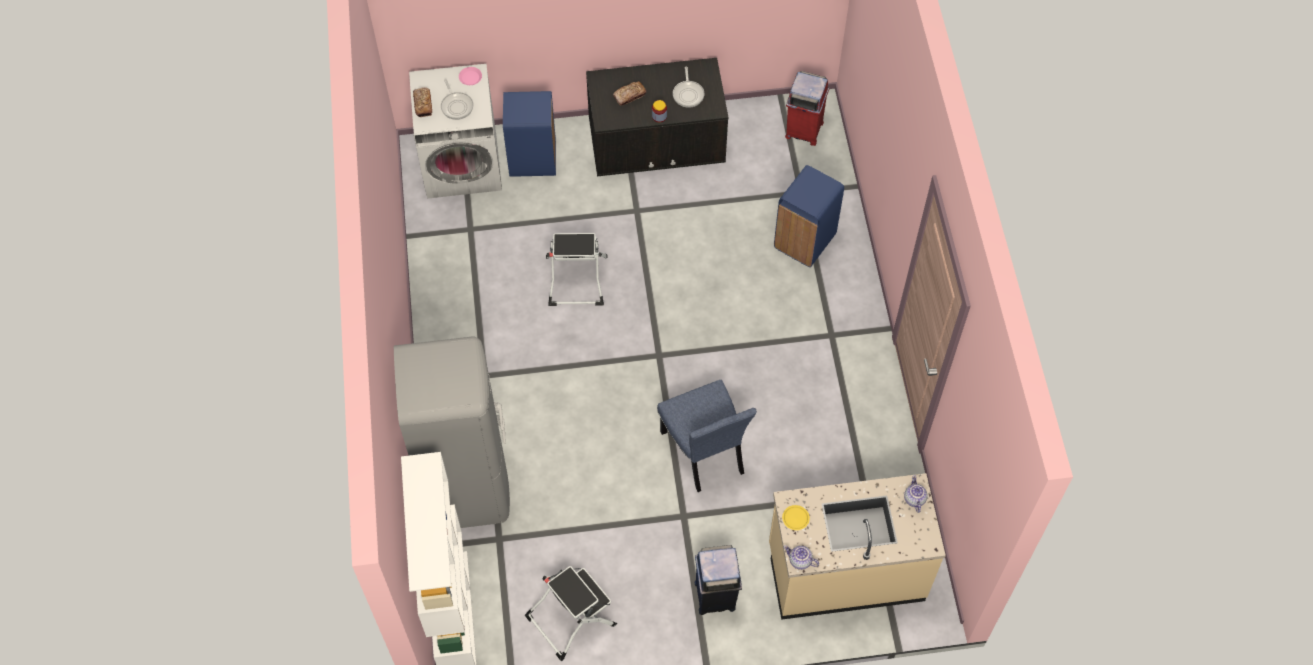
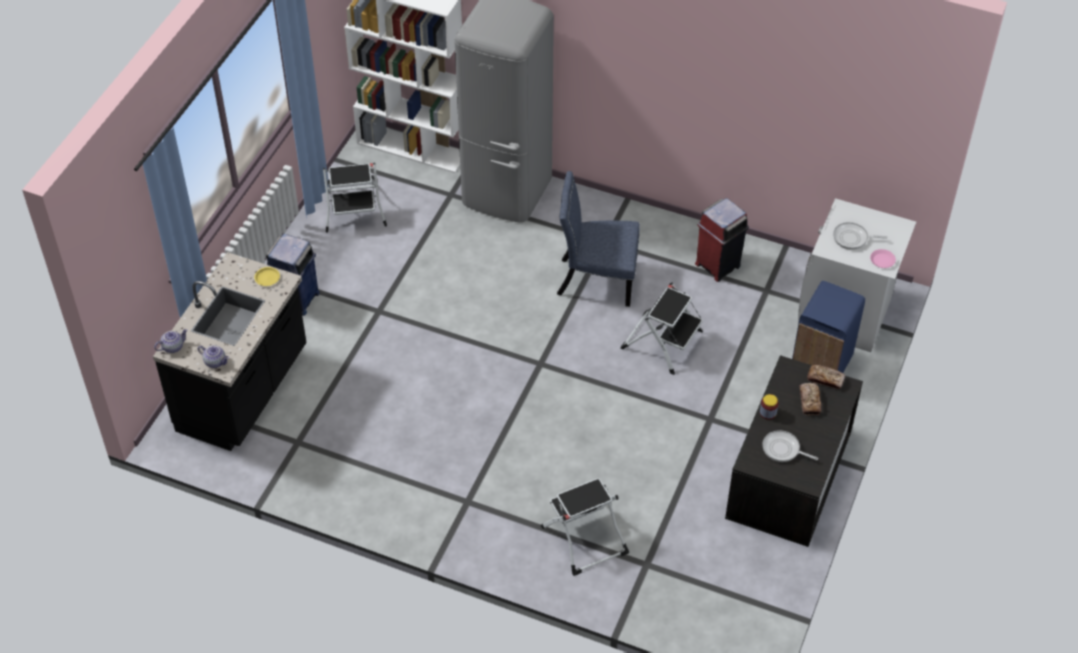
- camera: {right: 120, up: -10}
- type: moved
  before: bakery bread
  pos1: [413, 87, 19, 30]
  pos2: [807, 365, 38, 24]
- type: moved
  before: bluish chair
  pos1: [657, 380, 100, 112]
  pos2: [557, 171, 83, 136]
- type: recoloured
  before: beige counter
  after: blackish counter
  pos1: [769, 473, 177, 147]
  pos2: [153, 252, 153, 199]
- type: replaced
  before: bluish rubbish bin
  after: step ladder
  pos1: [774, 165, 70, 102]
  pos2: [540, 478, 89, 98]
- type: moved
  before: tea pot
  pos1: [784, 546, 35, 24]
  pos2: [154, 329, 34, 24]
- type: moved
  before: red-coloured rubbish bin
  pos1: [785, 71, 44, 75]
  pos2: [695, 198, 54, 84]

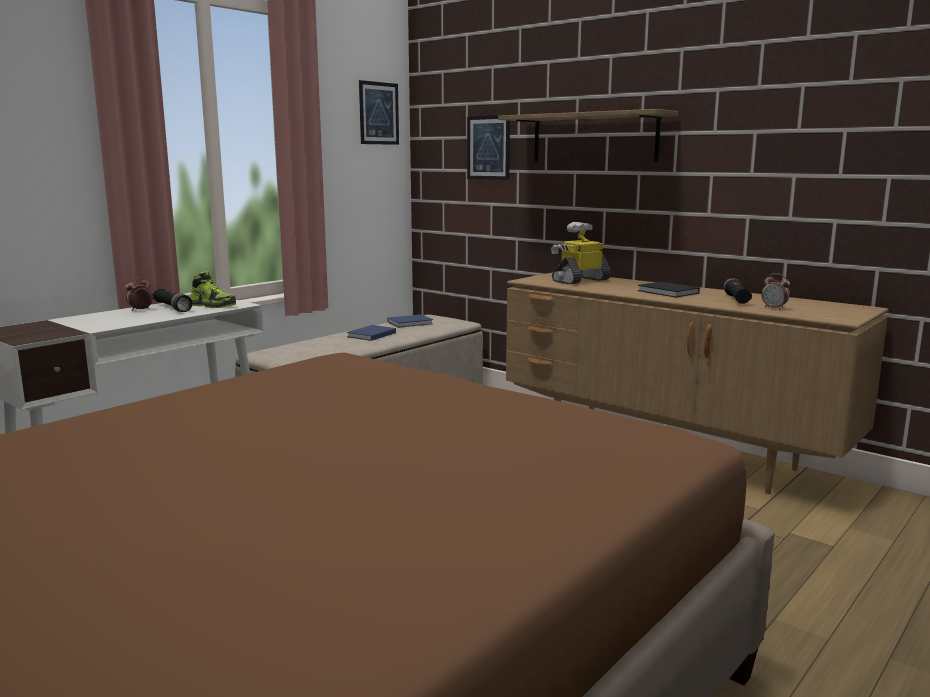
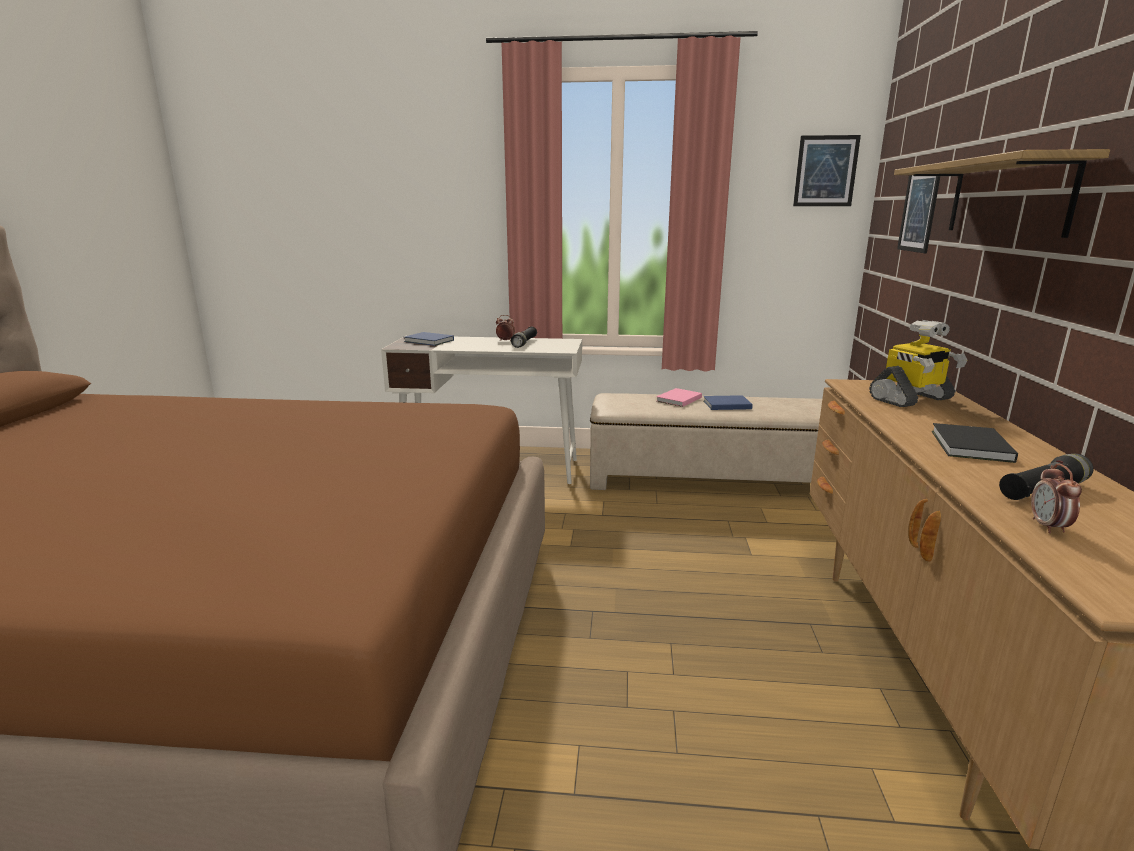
- camera: {right: 55, up: 5}
- type: removed
  before: shoe
  pos1: [191, 271, 45, 37]
- type: moved
  before: bluish volume
  pos1: [388, 314, 45, 14]
  pos2: [404, 332, 50, 14]
- type: turned
  before: robot figure
  pos1: [551, 222, 60, 62]
  pos2: [869, 320, 98, 87]
  turn: 135
- type: added
  after: pink-coloured volume
  pos2: [656, 388, 46, 19]

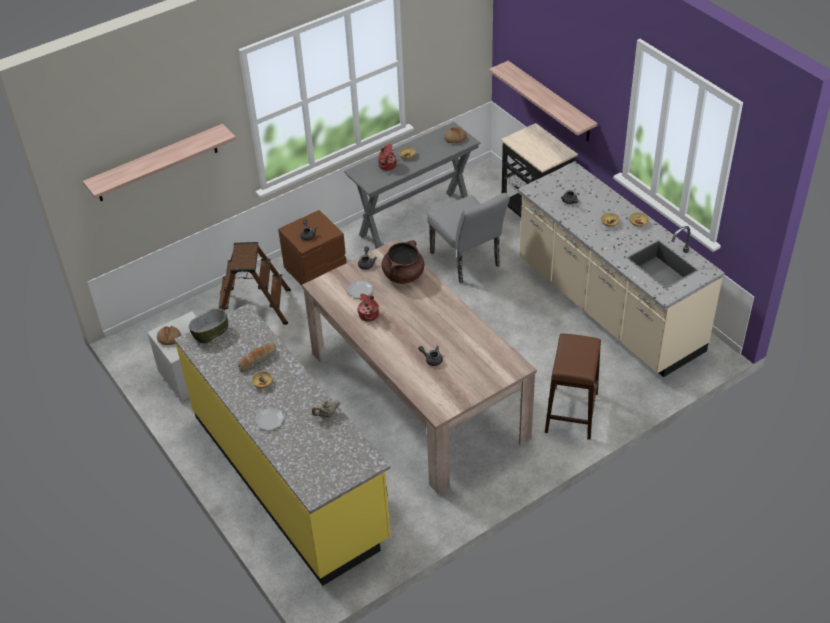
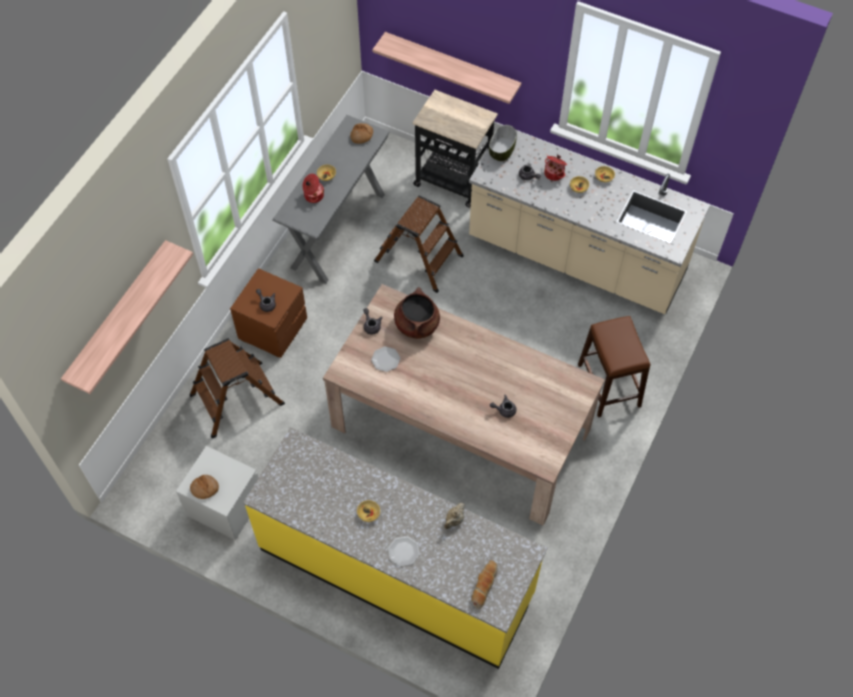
- camera: {right: -30, up: 15}
- type: moved
  before: serving bowl
  pos1: [189, 308, 39, 35]
  pos2: [489, 125, 28, 36]
- type: moved
  before: bakery bread
  pos1: [238, 343, 38, 29]
  pos2: [471, 560, 27, 49]
- type: moved
  before: saucepot
  pos1: [358, 294, 21, 28]
  pos2: [544, 155, 23, 26]
- type: replaced
  before: greyish chair
  after: brown-coloured step ladder
  pos1: [427, 193, 83, 90]
  pos2: [374, 195, 90, 98]

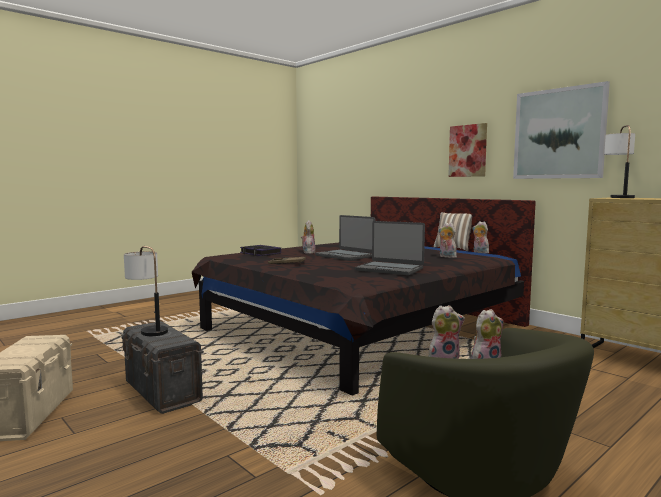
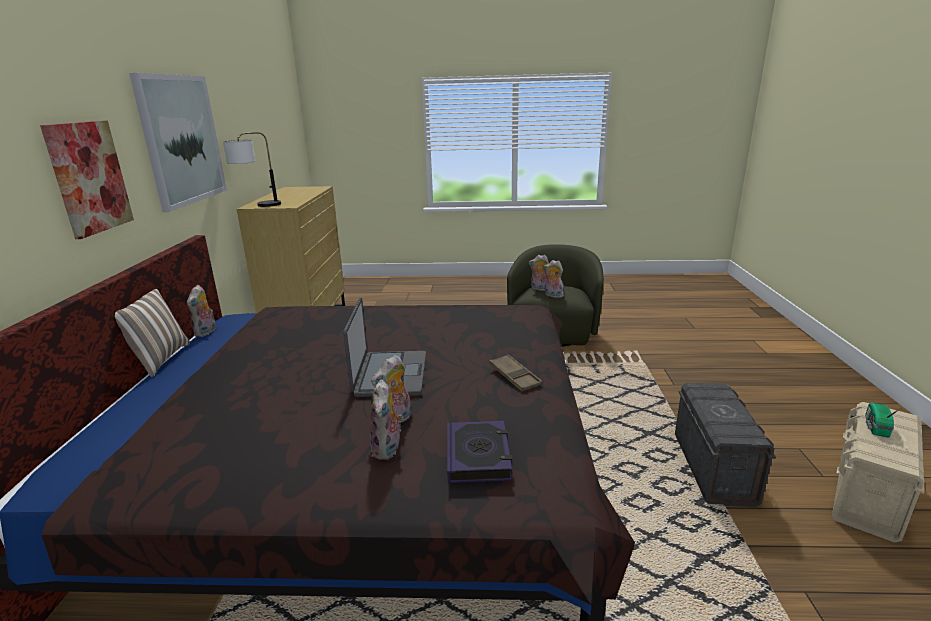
- camera: {right: -135, up: 15}
- type: removed
  before: tabletop lamp
  pos1: [124, 246, 44, 90]
- type: removed
  before: notebook computer
  pos1: [355, 221, 70, 54]
- type: moved
  before: cuddly toy
  pos1: [438, 223, 19, 35]
  pos2: [370, 379, 33, 81]
- type: added
  after: radio
  pos2: [865, 403, 36, 34]

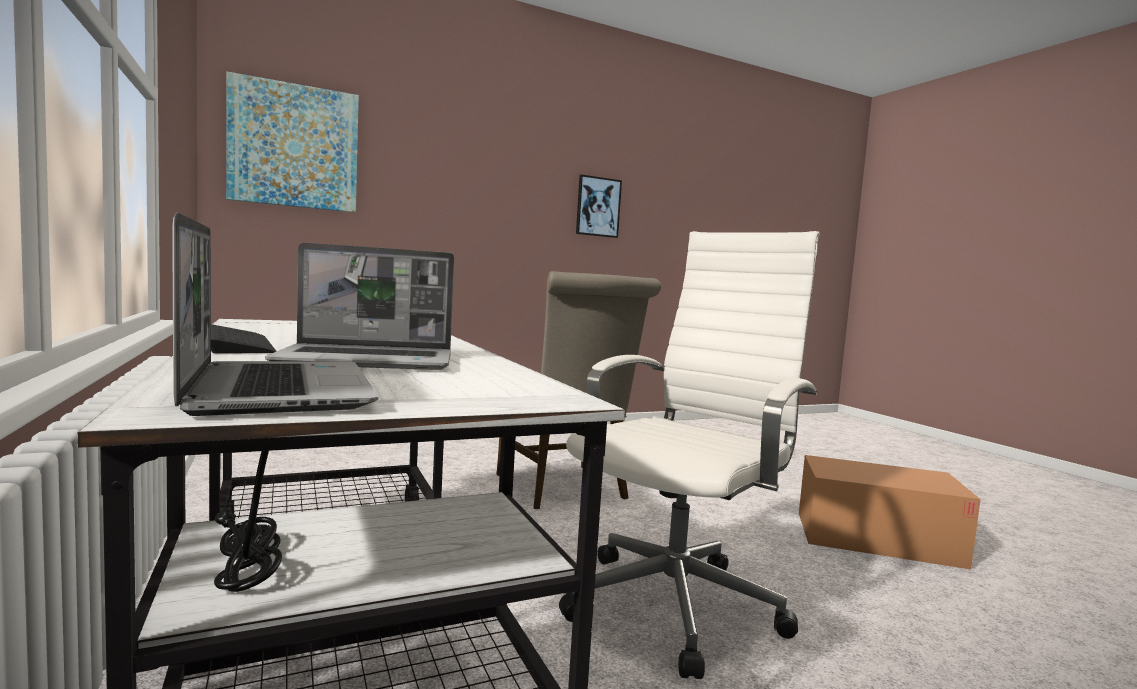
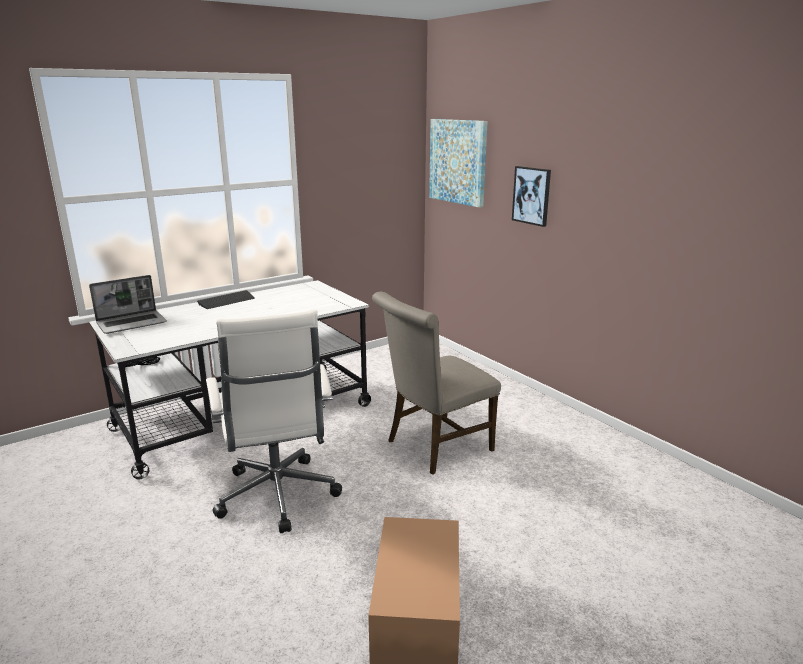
- camera: {right: 80, up: 15}
- type: removed
  before: notebook computer
  pos1: [265, 243, 189, 127]
- type: turned
  before: whitish office chair
  pos1: [559, 231, 261, 448]
  pos2: [206, 310, 136, 223]
  turn: 45
- type: moved
  before: wall picture
  pos1: [576, 174, 46, 64]
  pos2: [512, 166, 39, 61]

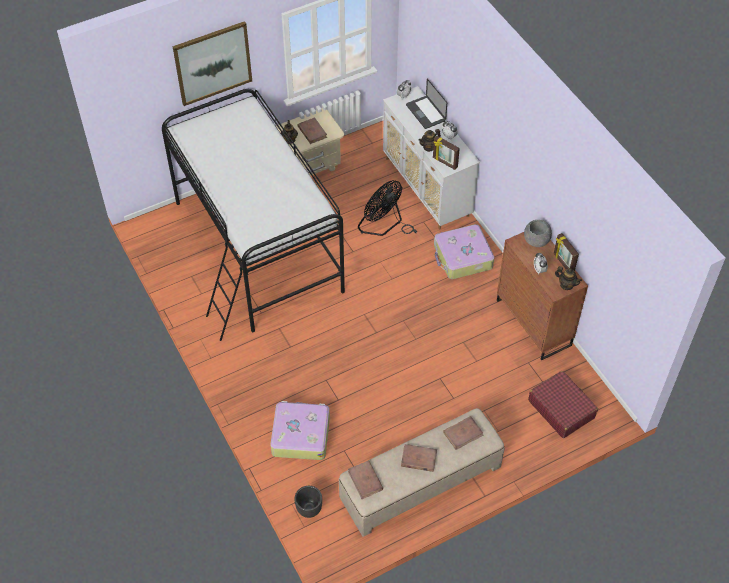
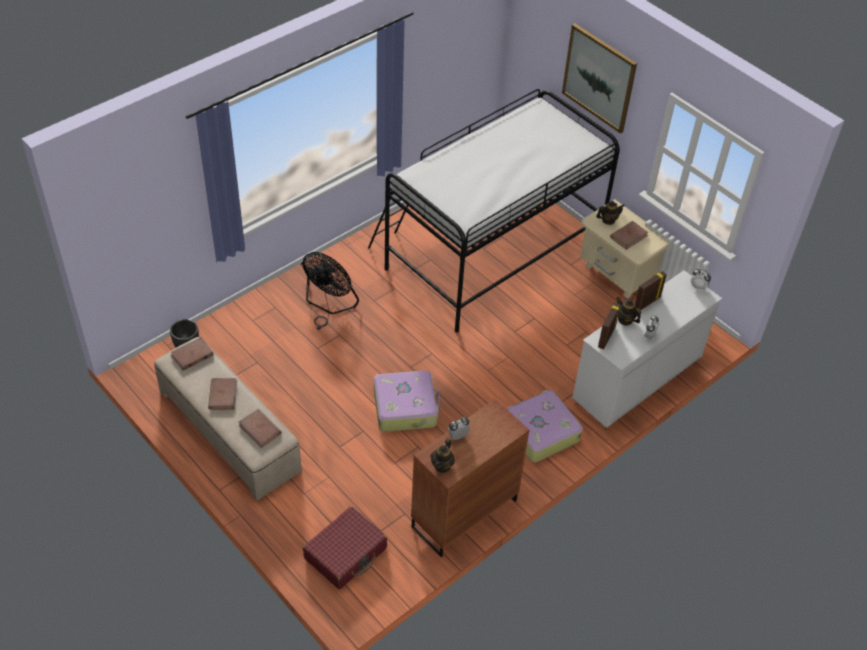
- camera: {right: 75, up: -5}
- type: moved
  before: piece of luggage
  pos1: [270, 401, 60, 59]
  pos2: [374, 370, 66, 62]
- type: moved
  before: blackish fan
  pos1: [358, 180, 59, 56]
  pos2: [301, 252, 58, 78]
- type: removed
  before: notebook computer
  pos1: [406, 79, 41, 50]
- type: removed
  before: greyish serving bowl
  pos1: [524, 220, 28, 27]
- type: moved
  before: standing frame
  pos1: [554, 233, 25, 38]
  pos2: [635, 271, 32, 39]

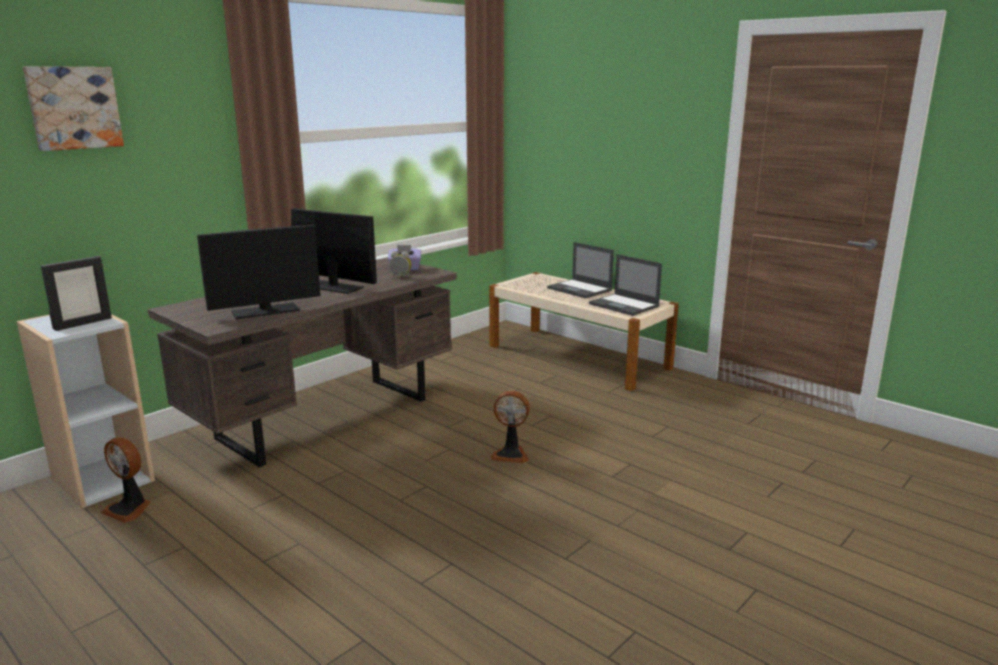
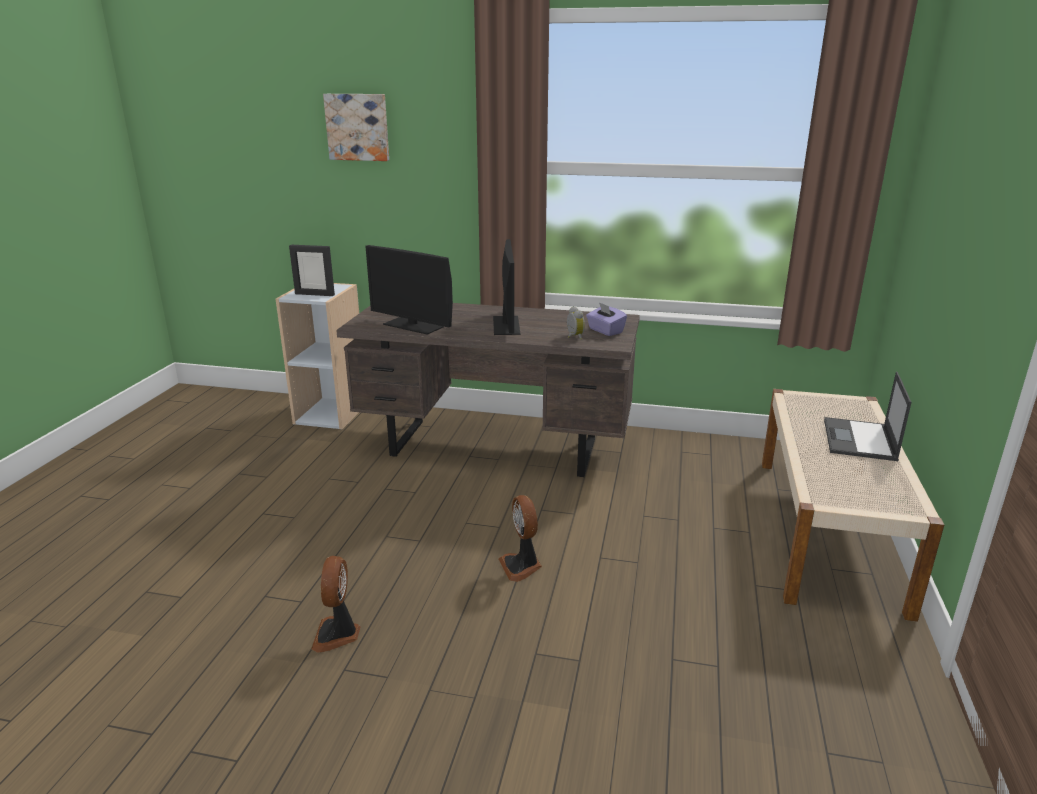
- camera: {right: 60, up: 5}
- type: moved
  before: fan
  pos1: [101, 437, 50, 86]
  pos2: [311, 556, 49, 97]
- type: removed
  before: notebook computer
  pos1: [589, 254, 73, 62]

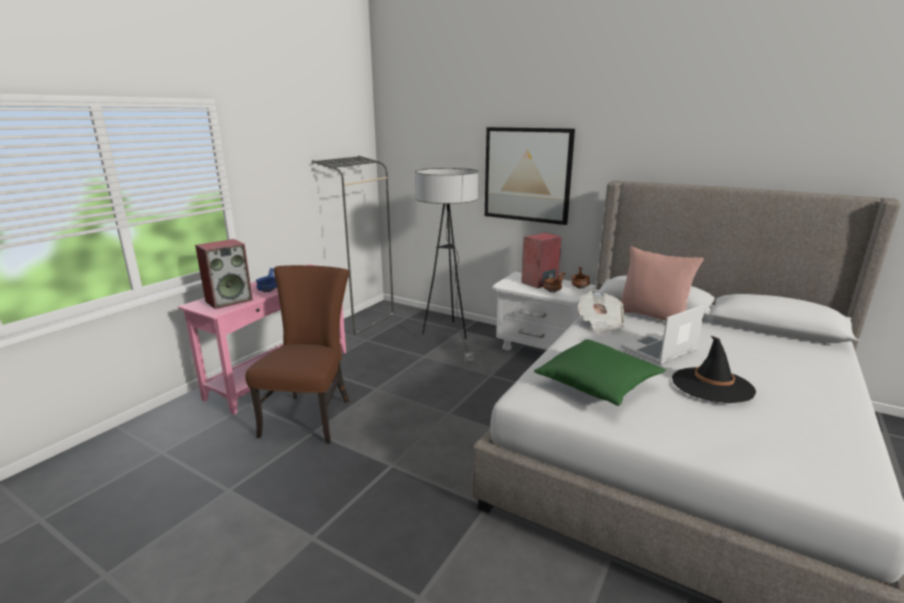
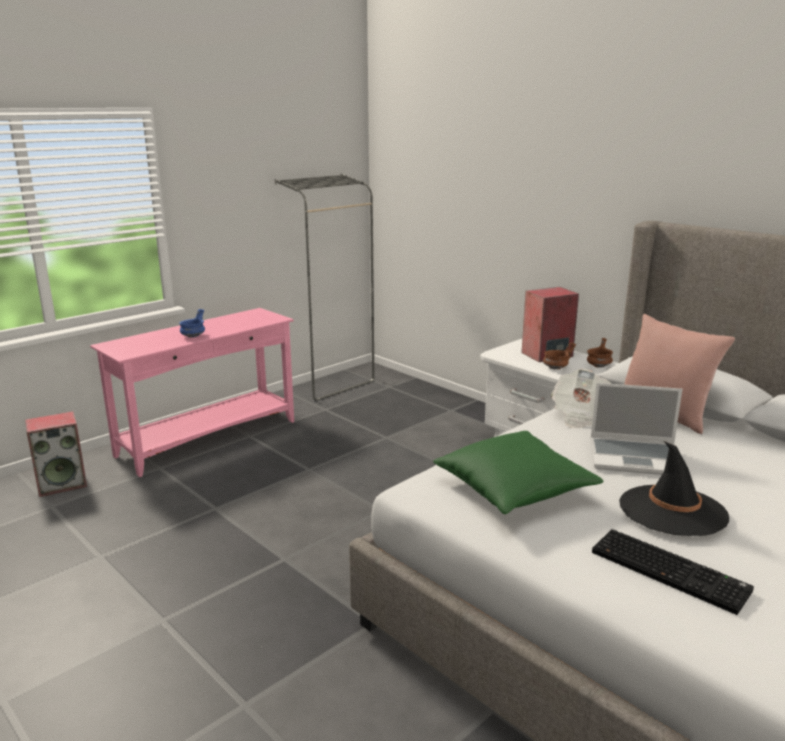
- camera: {right: 15, up: 0}
- type: moved
  before: audio speaker
  pos1: [195, 239, 58, 70]
  pos2: [25, 411, 62, 86]
- type: removed
  before: brown-coloured chair
  pos1: [245, 265, 104, 179]
- type: removed
  before: standing lamp
  pos1: [415, 168, 63, 194]
- type: removed
  before: wall picture
  pos1: [485, 127, 90, 98]
- type: turned
  before: notebook computer
  pos1: [621, 304, 84, 61]
  pos2: [590, 383, 93, 92]
  turn: -150
- type: added
  after: computer keyboard
  pos2: [592, 529, 162, 86]

